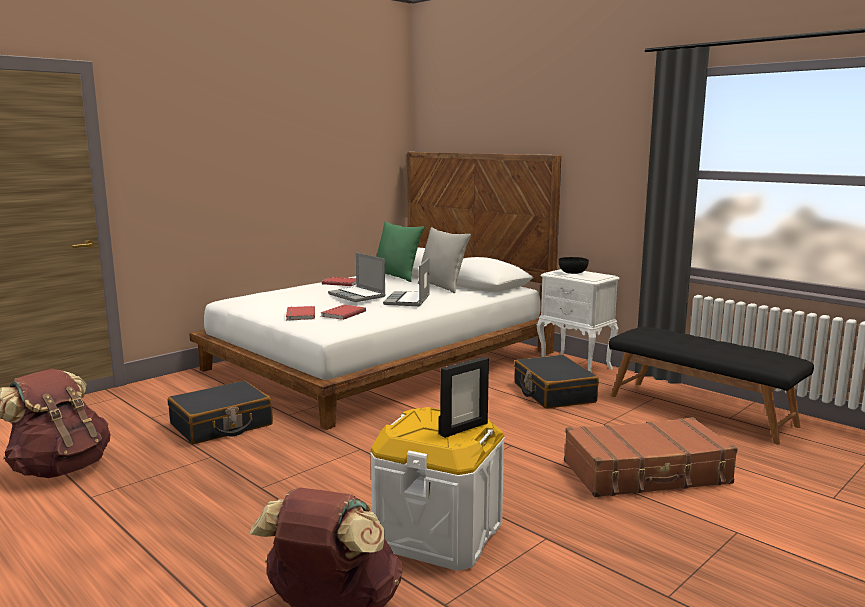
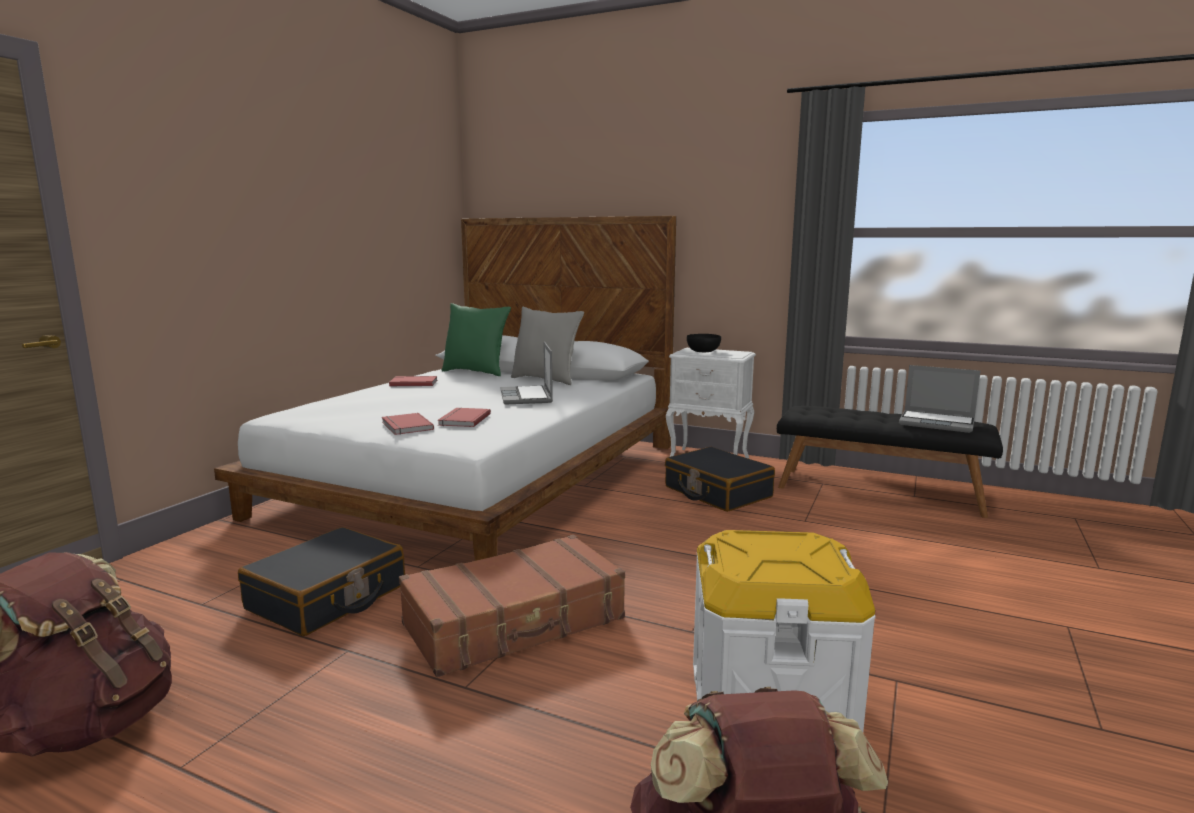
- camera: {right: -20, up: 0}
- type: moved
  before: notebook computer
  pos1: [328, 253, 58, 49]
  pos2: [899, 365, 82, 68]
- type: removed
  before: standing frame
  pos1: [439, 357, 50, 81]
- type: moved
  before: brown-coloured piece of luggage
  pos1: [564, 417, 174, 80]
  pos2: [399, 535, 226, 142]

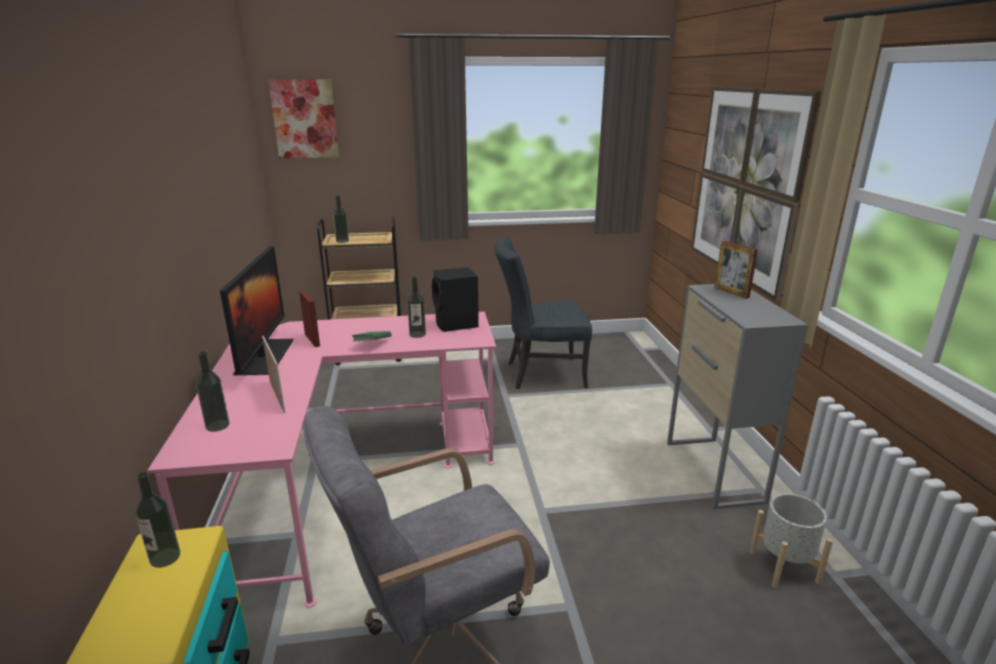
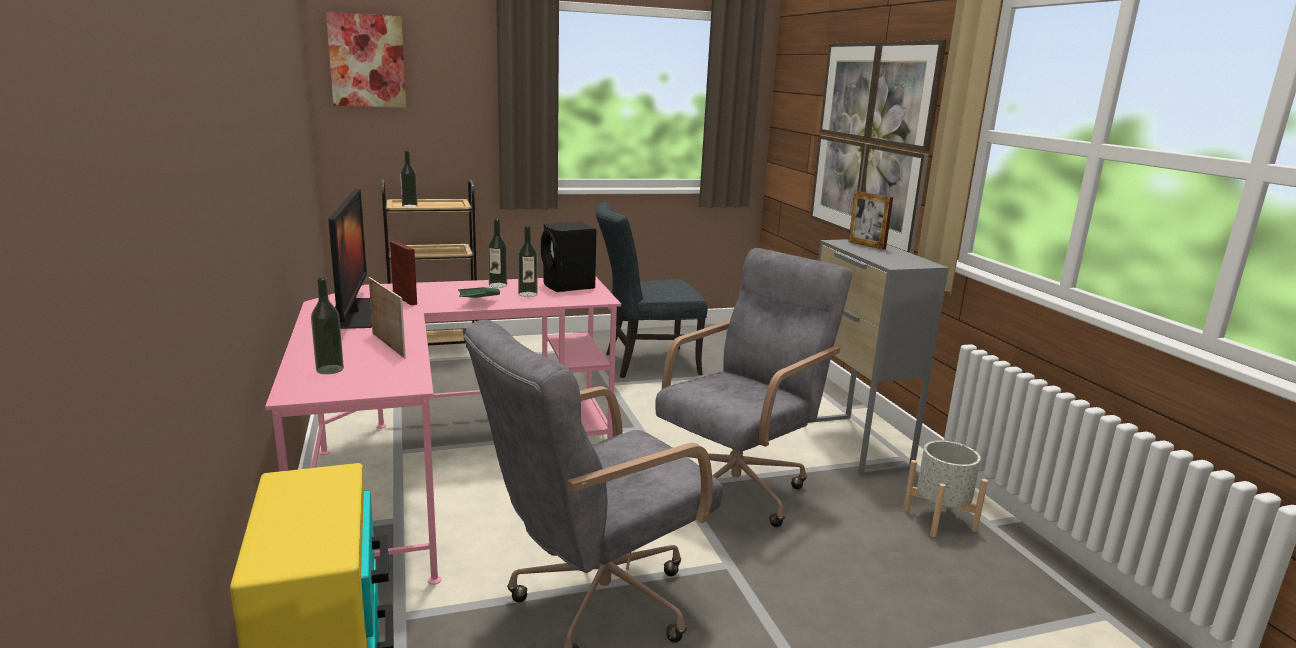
- camera: {right: -10, up: -5}
- type: moved
  before: bottle
  pos1: [136, 472, 44, 96]
  pos2: [488, 219, 19, 69]
- type: added
  after: greyish office chair
  pos2: [655, 248, 197, 279]

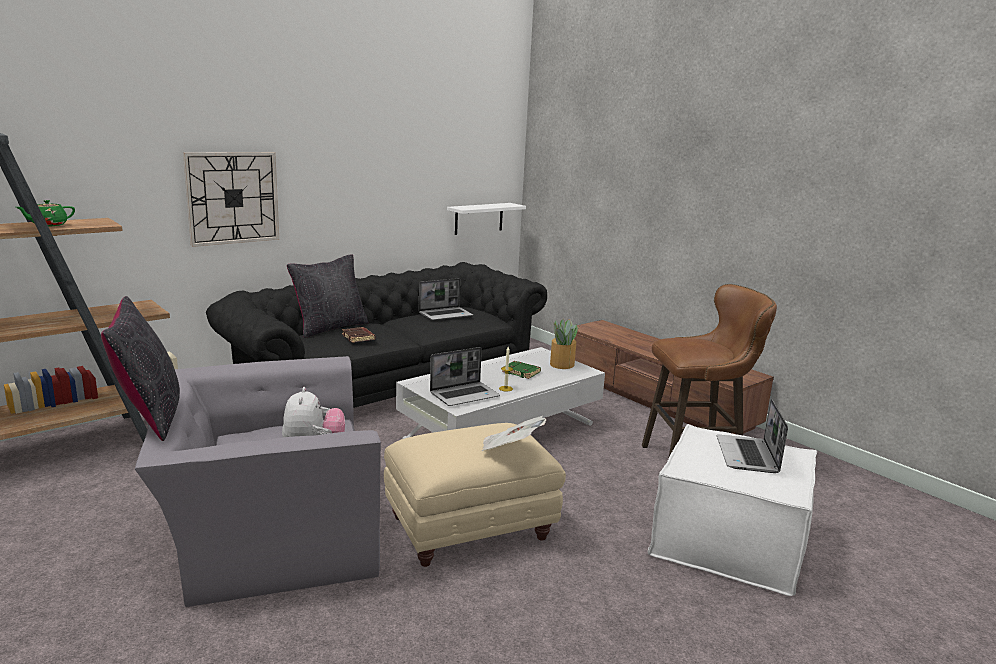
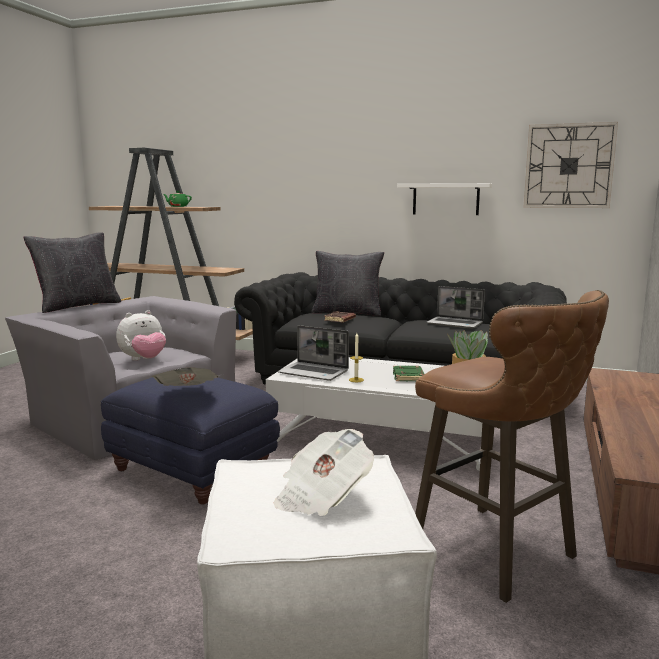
- camera: {right: 60, up: -5}
- type: moved
  before: clock on the wall
  pos1: [183, 152, 96, 95]
  pos2: [523, 122, 95, 86]
- type: recoloured
  before: beige pouffe
  after: bluish pouffe
  pos1: [384, 423, 182, 144]
  pos2: [101, 377, 179, 128]
- type: moved
  before: whitish bracket shelf
  pos1: [447, 203, 79, 32]
  pos2: [397, 183, 95, 32]
- type: replaced
  before: notebook computer
  after: daily paper
  pos1: [717, 398, 71, 75]
  pos2: [274, 429, 100, 87]

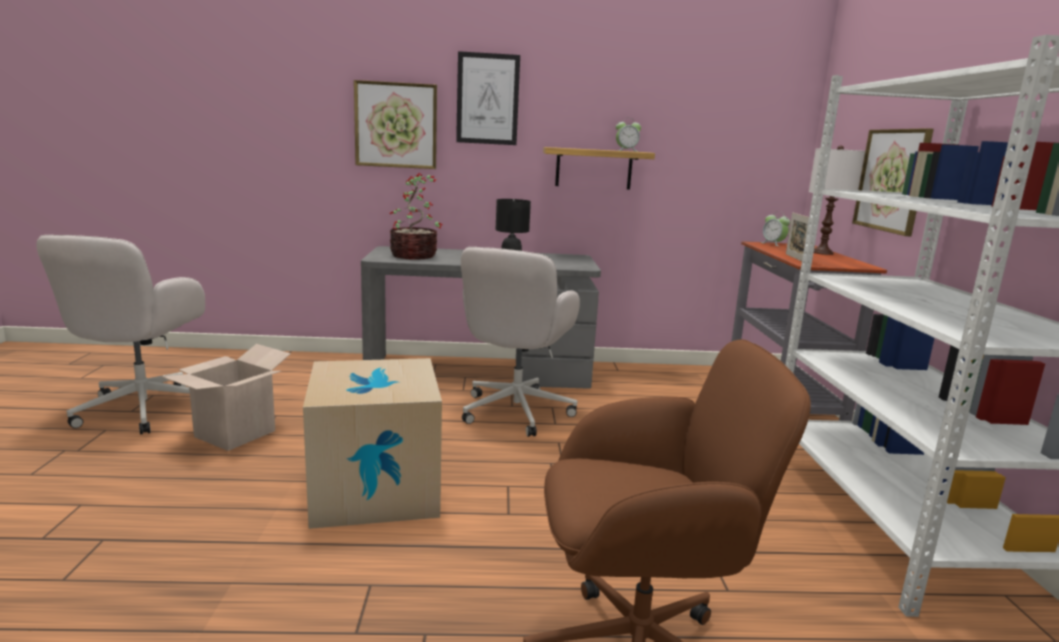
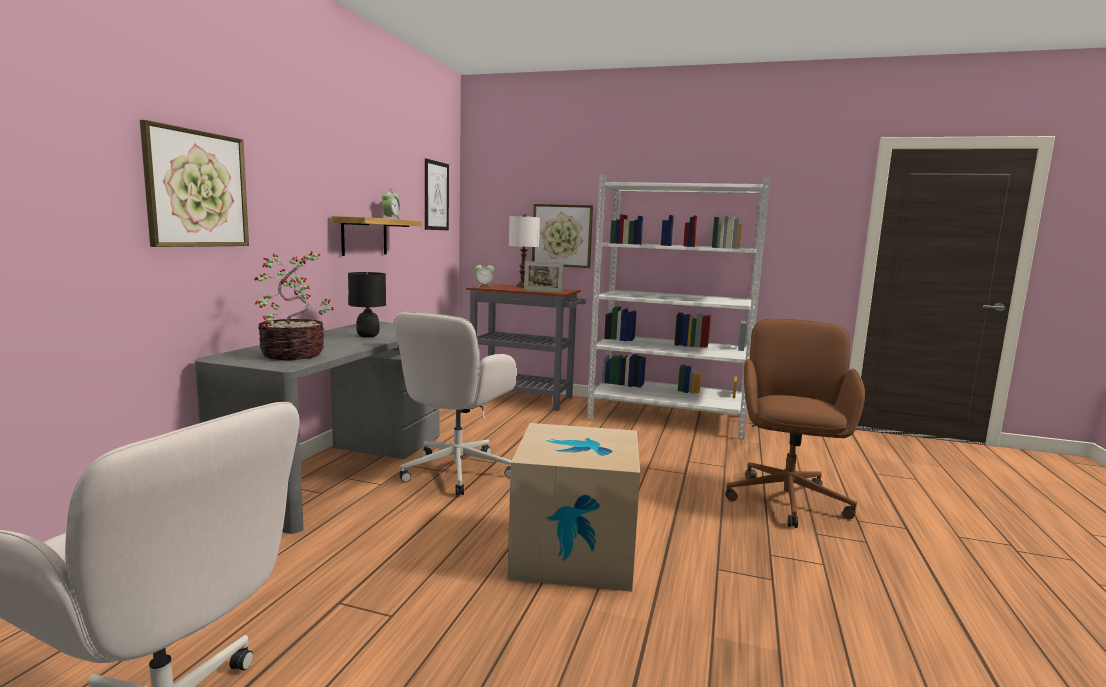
- camera: {right: -70, up: -5}
- type: removed
  before: packing box
  pos1: [161, 344, 130, 107]
- type: moved
  before: wall picture
  pos1: [456, 51, 64, 94]
  pos2: [425, 158, 24, 72]
- type: turned
  before: whitish office chair
  pos1: [461, 247, 119, 190]
  pos2: [395, 311, 122, 184]
  turn: 75

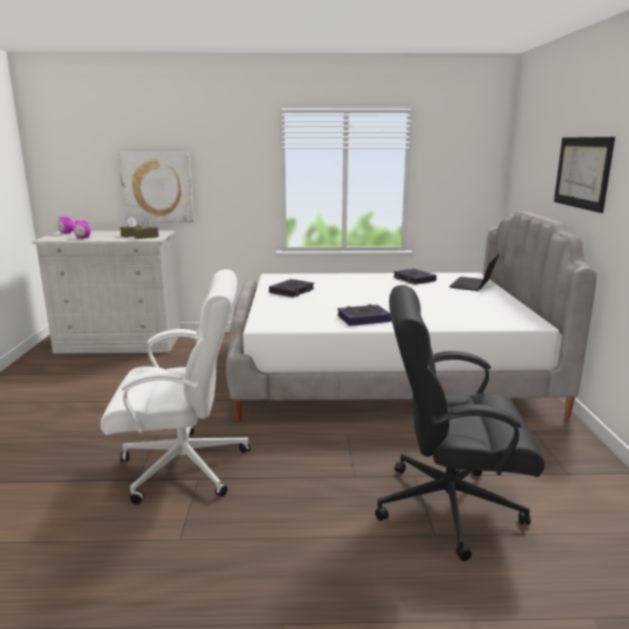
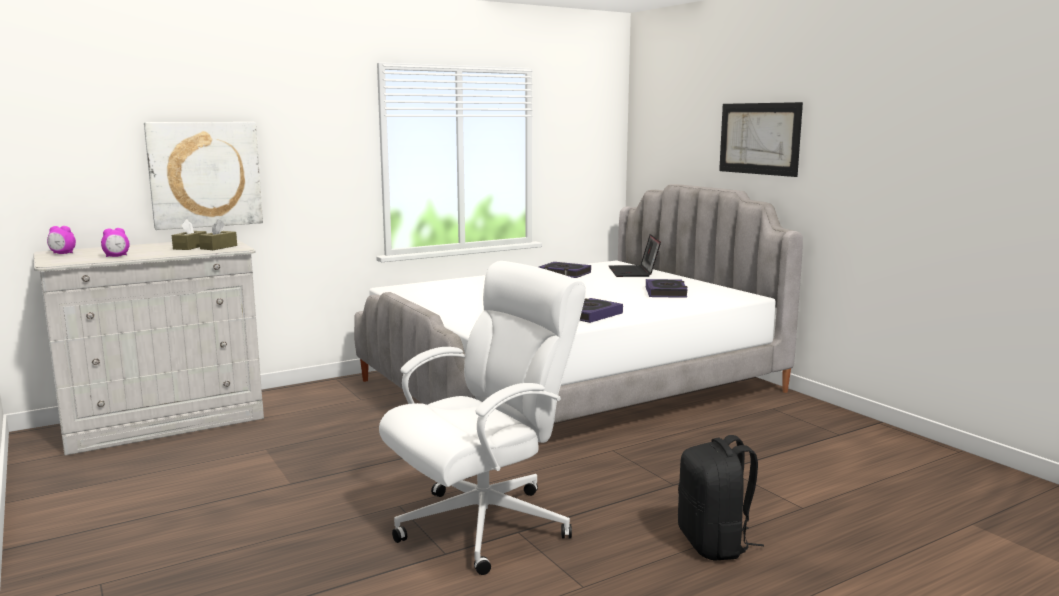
- camera: {right: -30, up: -5}
- type: moved
  before: volume
  pos1: [269, 279, 46, 18]
  pos2: [646, 279, 42, 19]
- type: removed
  before: blackish office chair
  pos1: [375, 285, 170, 276]
- type: added
  after: blackish backpack
  pos2: [678, 435, 86, 126]

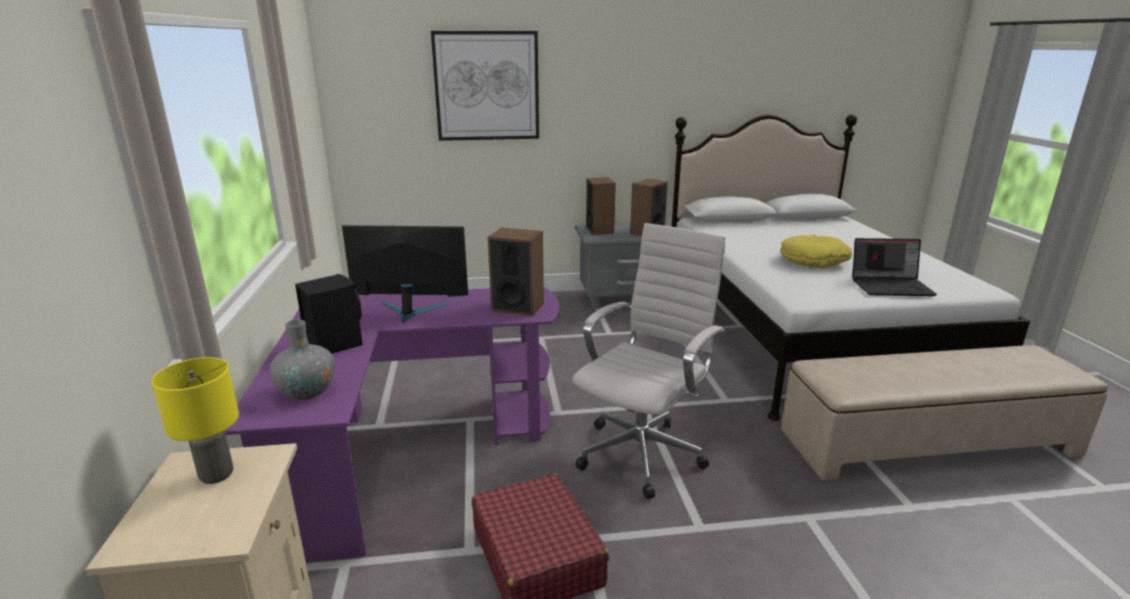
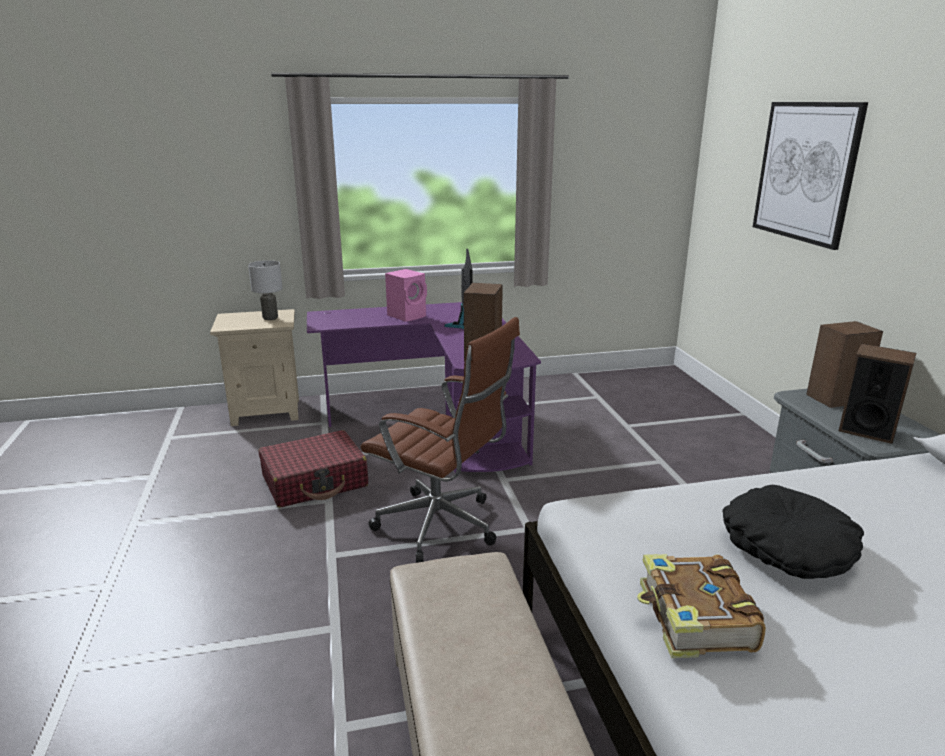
- camera: {right: 85, up: 0}
- type: recoloured
  before: yellowish tabletop lamp
  after: whitish tabletop lamp
  pos1: [152, 357, 87, 127]
  pos2: [248, 260, 35, 60]
- type: removed
  before: greyish flower vase
  pos1: [270, 319, 65, 81]
- type: recoloured
  before: blackish audio speaker
  after: pink-coloured audio speaker
  pos1: [295, 274, 68, 80]
  pos2: [385, 269, 42, 53]
- type: recoloured
  before: whitish office chair
  after: brown-coloured office chair
  pos1: [572, 223, 153, 276]
  pos2: [361, 317, 159, 246]
- type: recoloured
  before: yellowish cushion
  after: blackish cushion
  pos1: [780, 234, 72, 34]
  pos2: [723, 485, 141, 94]
- type: replaced
  before: notebook computer
  after: volume
  pos1: [852, 238, 85, 58]
  pos2: [637, 554, 129, 104]

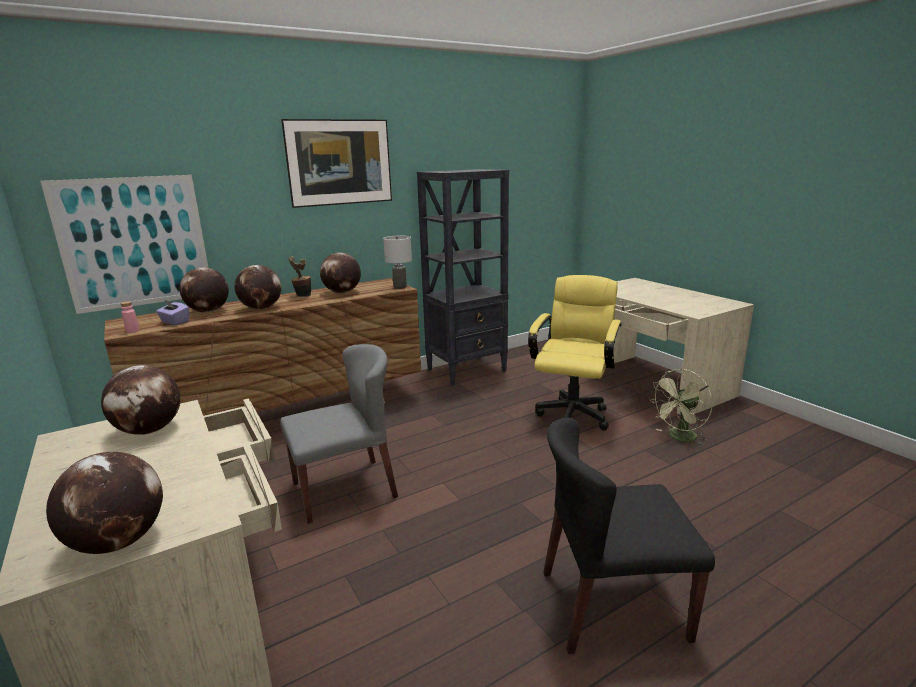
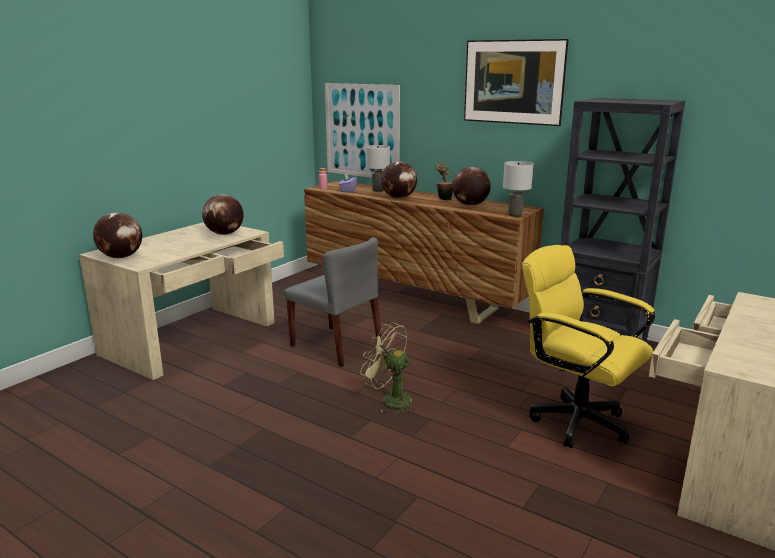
- camera: {right: 65, up: 0}
- type: replaced
  before: desk globe
  after: whitish tabletop lamp
  pos1: [180, 267, 49, 46]
  pos2: [366, 145, 24, 47]
- type: turned
  before: yellowish office chair
  pos1: [528, 275, 94, 155]
  pos2: [522, 245, 133, 204]
  turn: -135
- type: removed
  before: blackish chair
  pos1: [543, 418, 172, 236]
- type: moved
  before: green-coloured fan
  pos1: [649, 369, 63, 77]
  pos2: [360, 322, 55, 93]

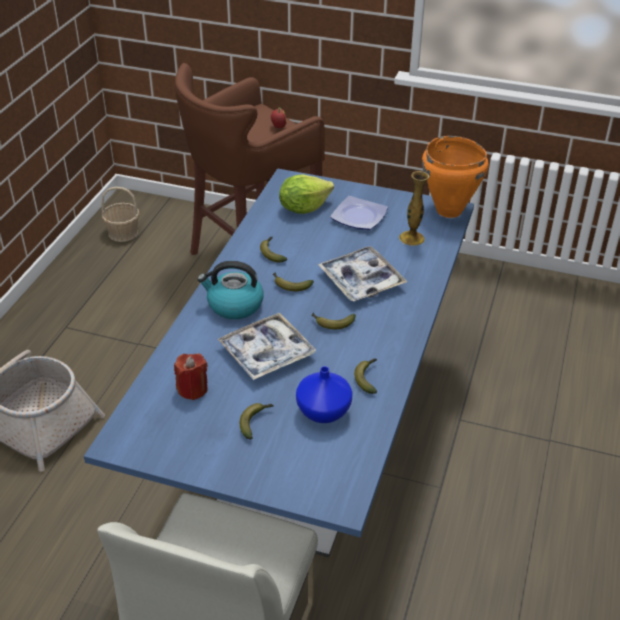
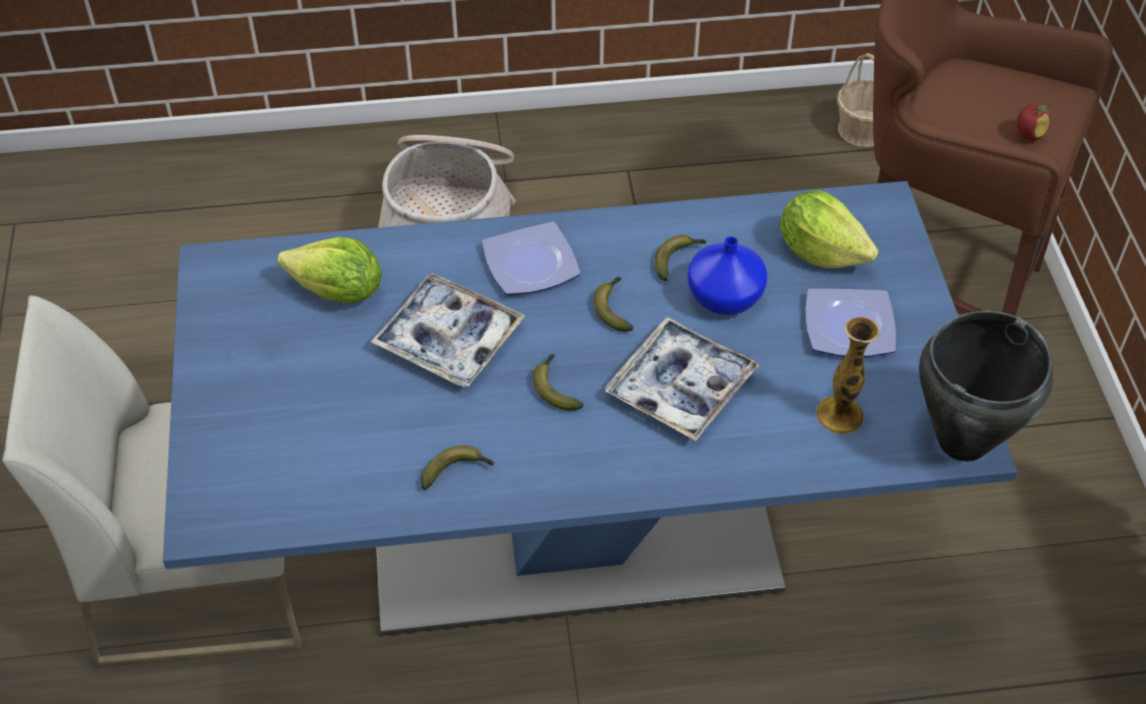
- camera: {right: 65, up: 10}
- type: replaced
  before: red-coloured candle
  after: head of lettuce
  pos1: [174, 353, 33, 47]
  pos2: [278, 237, 104, 67]
- type: replaced
  before: tea kettle
  after: dinner plate
  pos1: [197, 261, 66, 58]
  pos2: [482, 222, 98, 73]
- type: removed
  before: banana fruit
  pos1: [240, 403, 34, 37]
- type: moved
  before: bluish flower vase
  pos1: [296, 366, 56, 57]
  pos2: [687, 237, 81, 78]
- type: recoloured
  before: orange saucepot
  after: blackish saucepot
  pos1: [422, 136, 67, 82]
  pos2: [919, 311, 134, 150]

